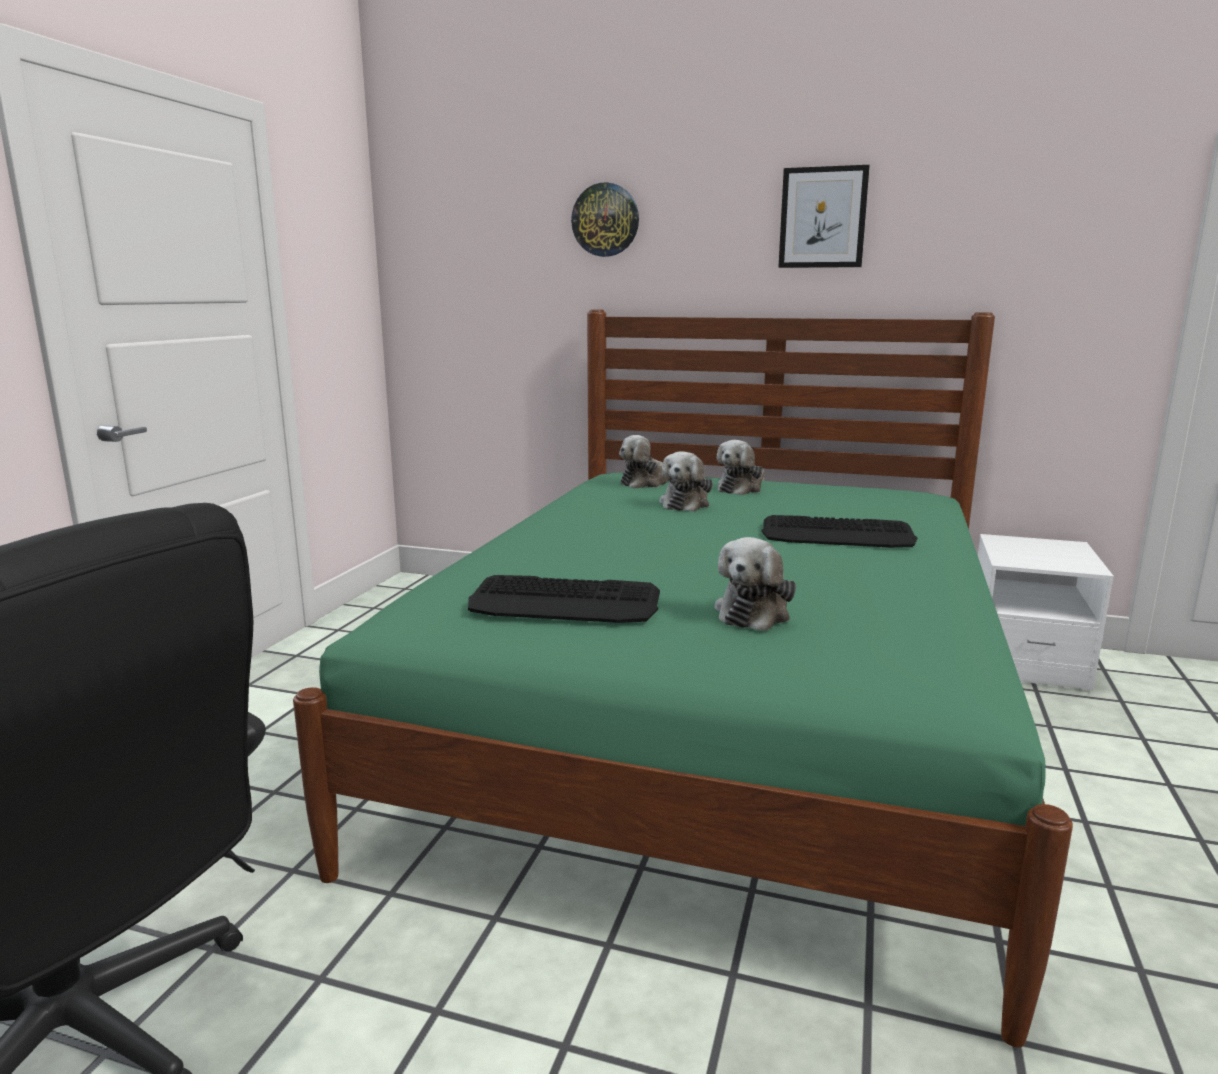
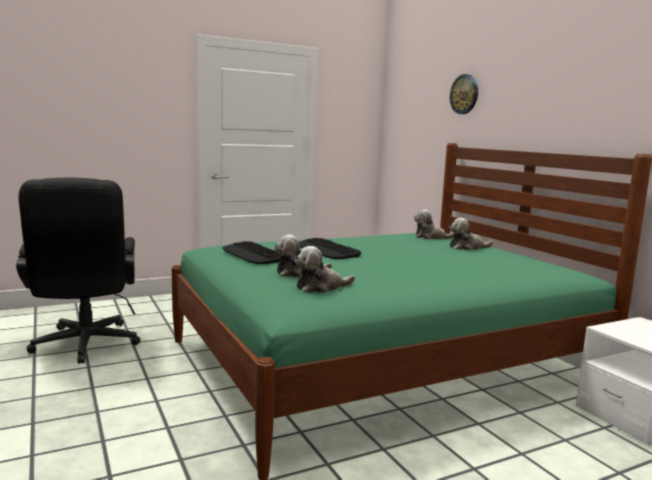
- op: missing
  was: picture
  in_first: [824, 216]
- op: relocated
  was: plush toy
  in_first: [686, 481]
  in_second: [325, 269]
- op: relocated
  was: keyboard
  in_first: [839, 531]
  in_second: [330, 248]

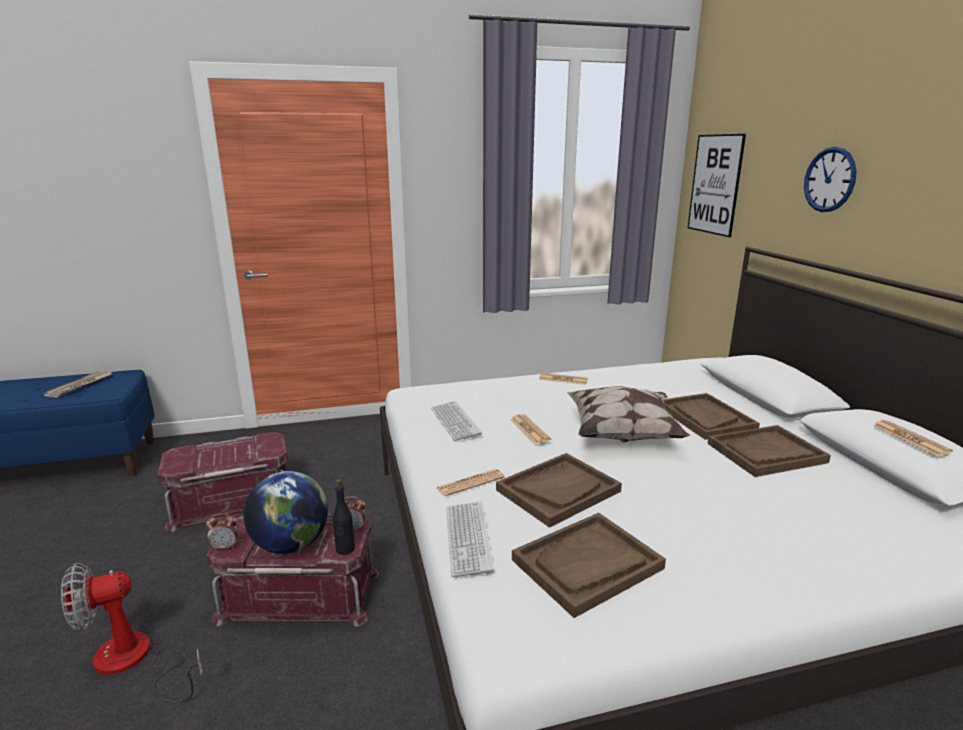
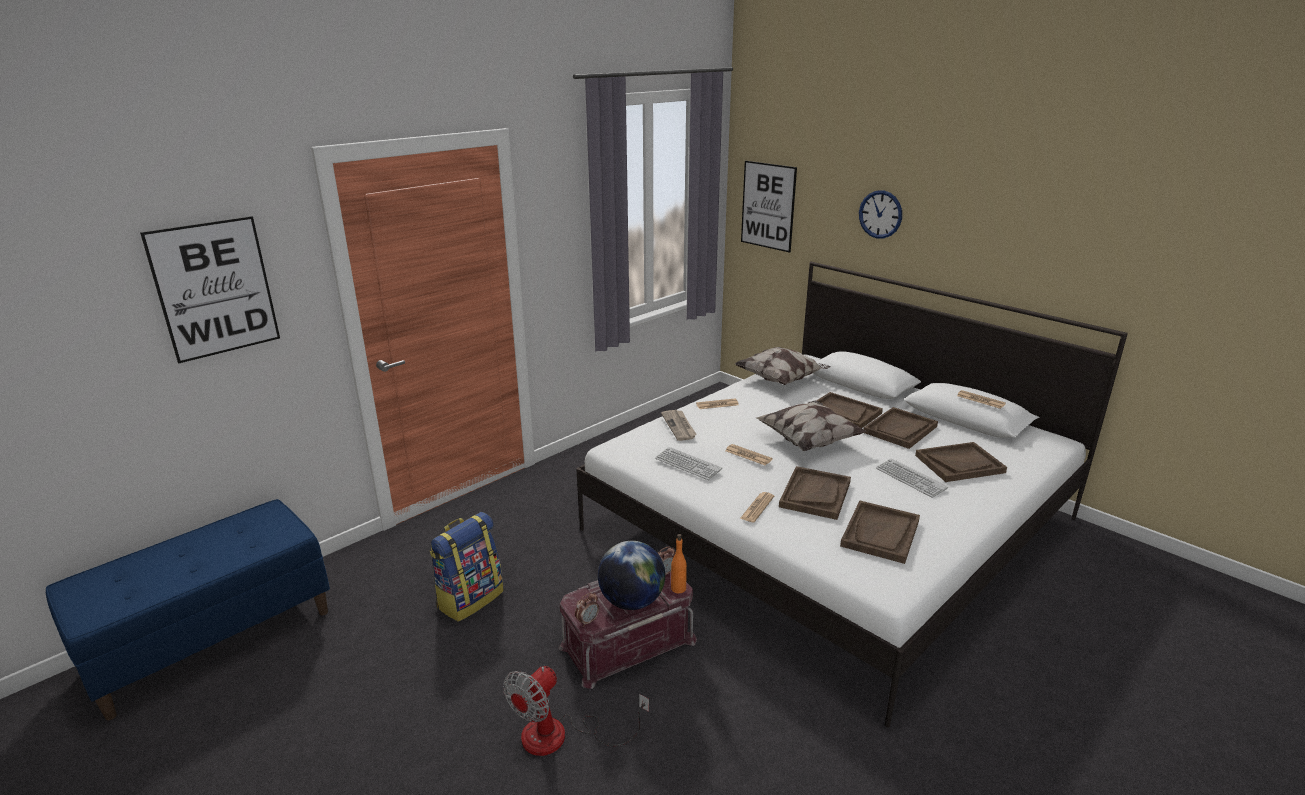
- op: relocated
  was: newspaper
  in_first: [78, 384]
  in_second: [679, 425]
- op: exchanged
  was: red storage box
  now: backpack
  in_first: [223, 482]
  in_second: [467, 567]
- op: colour
  was: black bottle
  now: orange bottle
  in_first: [344, 517]
  in_second: [679, 563]
- op: relocated
  was: keyboard
  in_first: [470, 539]
  in_second: [912, 478]
- op: appeared
  now: picture
  in_second: [210, 289]
- op: appeared
  now: pillow
  in_second: [782, 366]
- op: appeared
  now: brown tray
  in_second: [961, 462]

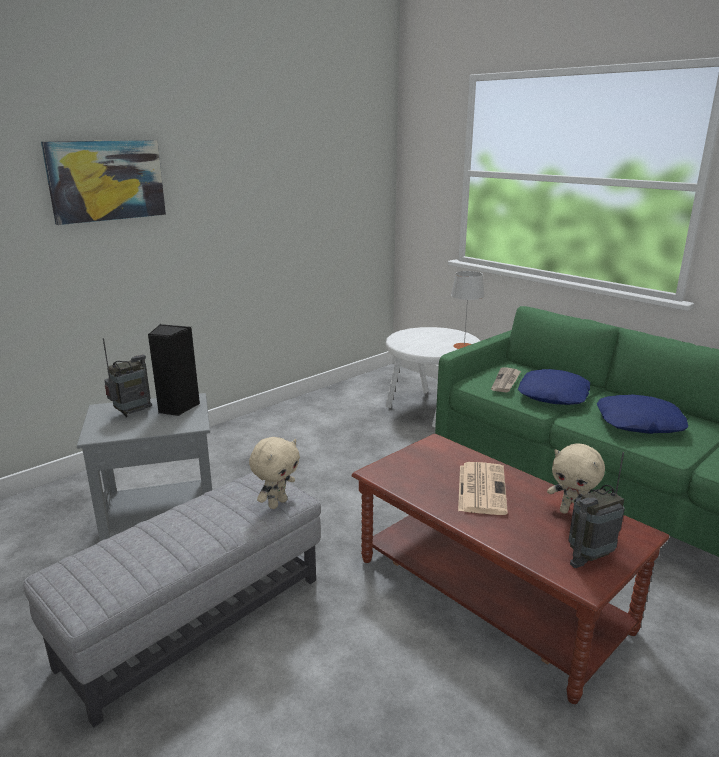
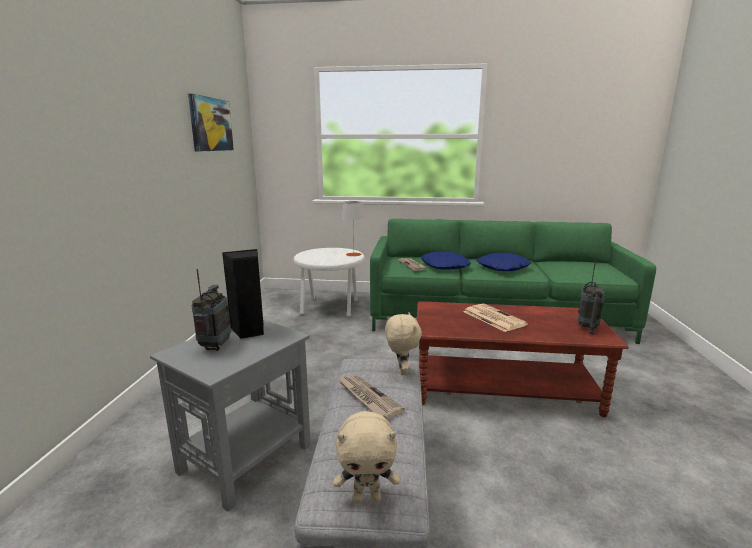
- op: relocated
  was: picture
  in_first: [103, 182]
  in_second: [211, 122]
- op: relocated
  was: beige plush toy
  in_first: [576, 478]
  in_second: [367, 457]
- op: appeared
  now: newspaper
  in_second: [371, 396]

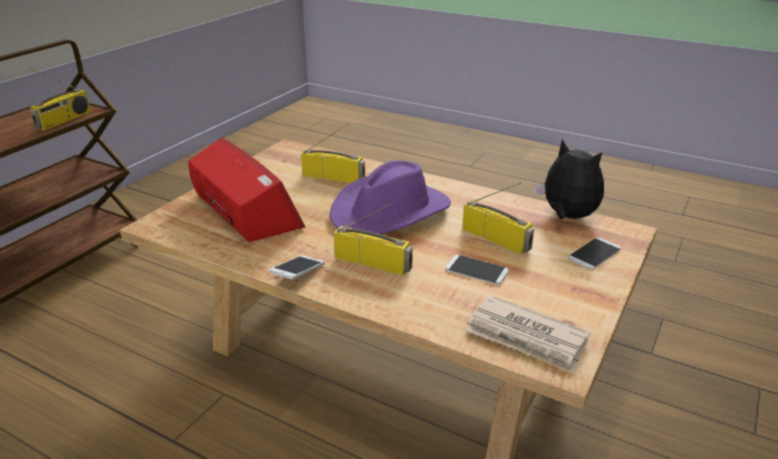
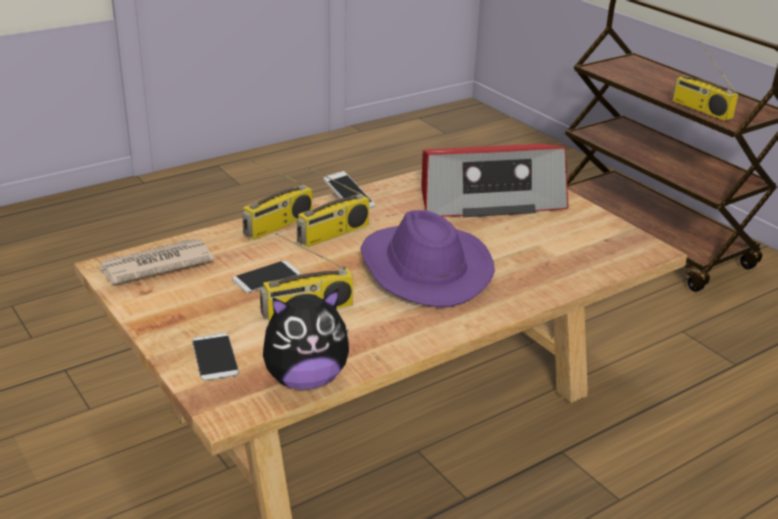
- op: relocated
  was: radio
  in_first: [333, 153]
  in_second: [277, 200]

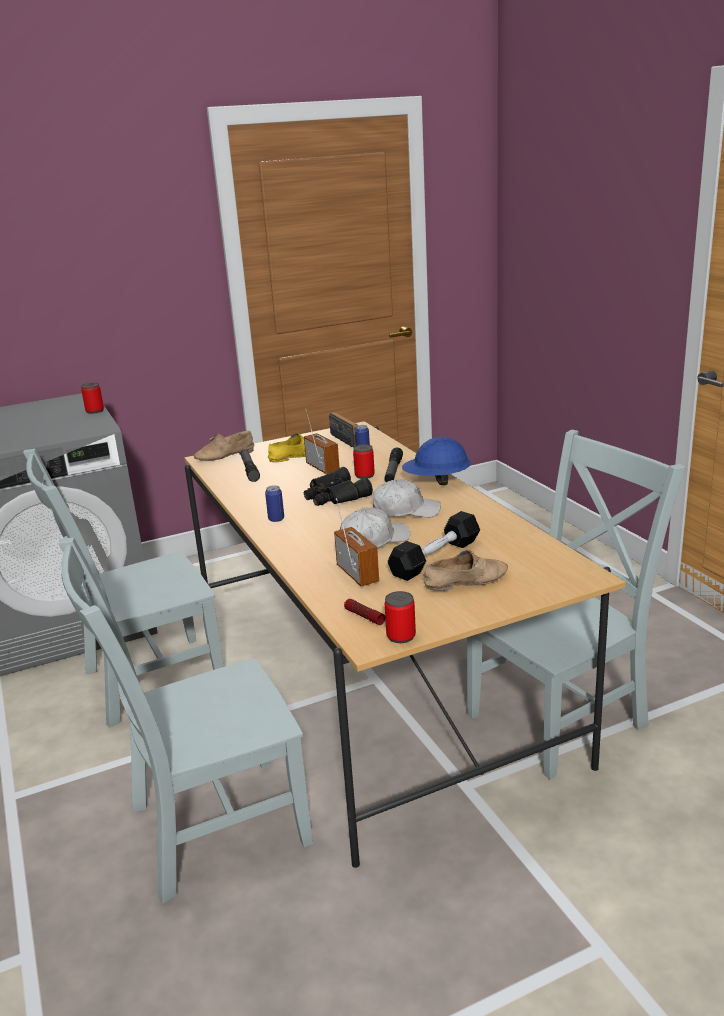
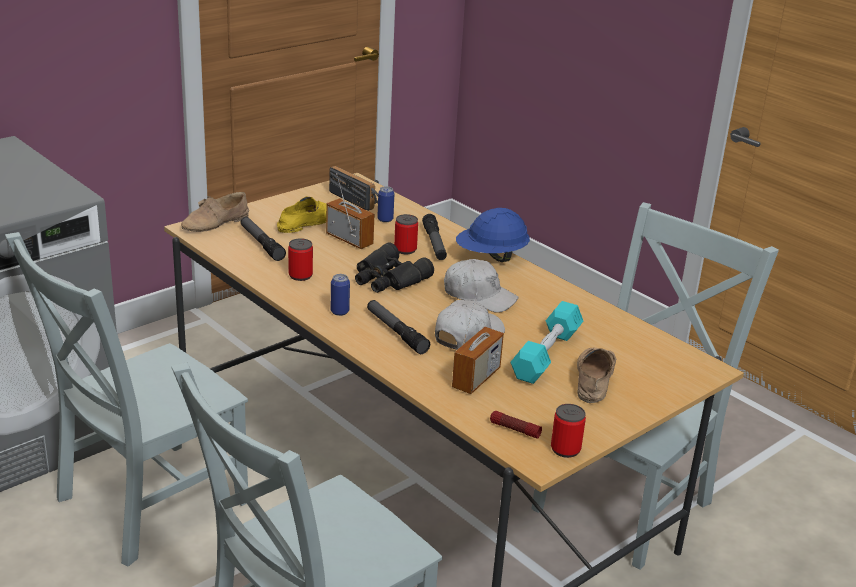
- op: relocated
  was: can
  in_first: [92, 398]
  in_second: [300, 259]
- op: spun
  was: white cap
  in_first: [406, 498]
  in_second: [481, 286]
  clockwise: 45
- op: spun
  was: radio
  in_first: [356, 542]
  in_second: [478, 343]
  clockwise: 75
- op: colour
  was: black dumbbell
  now: turquoise dumbbell
  in_first: [434, 546]
  in_second: [547, 342]
- op: spun
  was: beige shoe
  in_first: [466, 570]
  in_second: [596, 375]
  clockwise: -45
- op: appeared
  now: flashlight
  in_second: [398, 327]

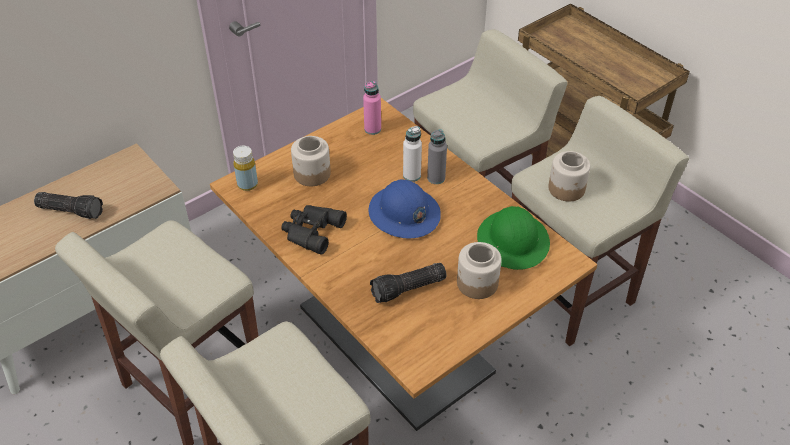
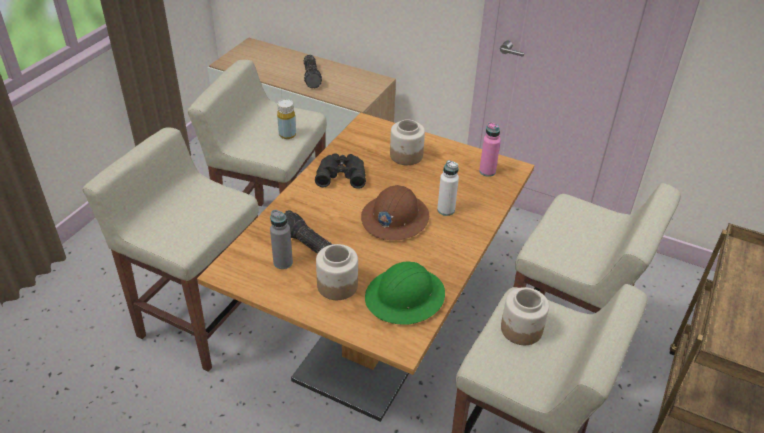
- op: relocated
  was: grey bottle
  in_first: [437, 156]
  in_second: [281, 239]
- op: relocated
  was: yellow bottle
  in_first: [245, 168]
  in_second: [286, 119]
- op: colour
  was: blue hard hat
  now: brown hard hat
  in_first: [405, 208]
  in_second: [395, 212]

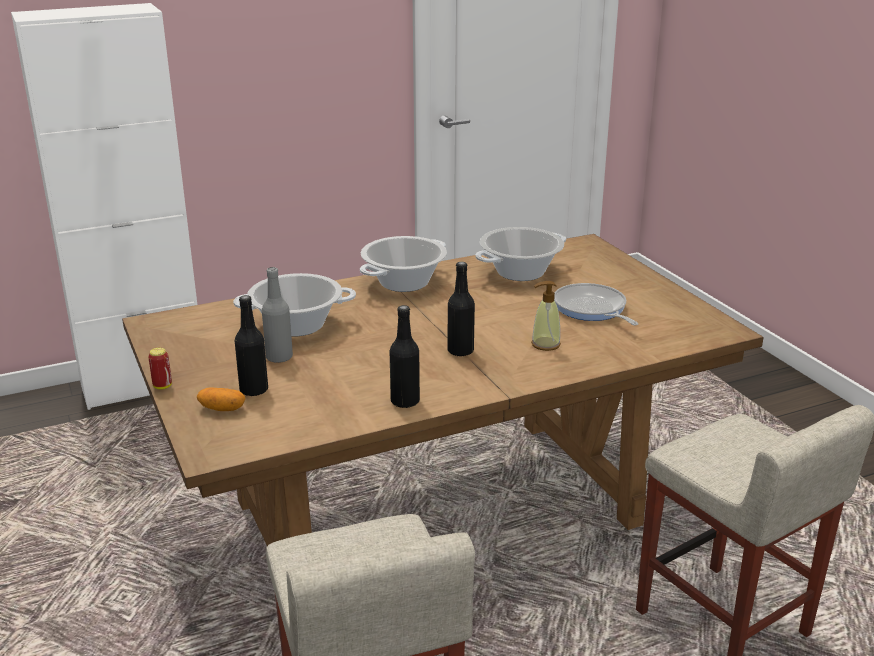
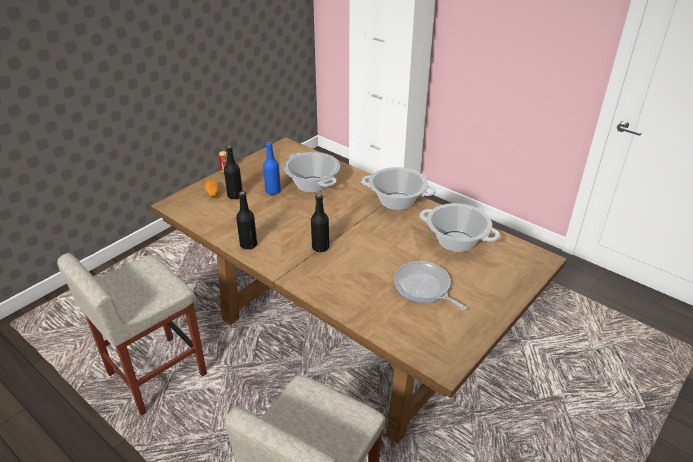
- op: colour
  was: grey bottle
  now: blue bottle
  in_first: [277, 315]
  in_second: [272, 168]
- op: missing
  was: soap dispenser
  in_first: [546, 316]
- op: spun
  was: frying pan
  in_first: [596, 304]
  in_second: [430, 285]
  clockwise: -75

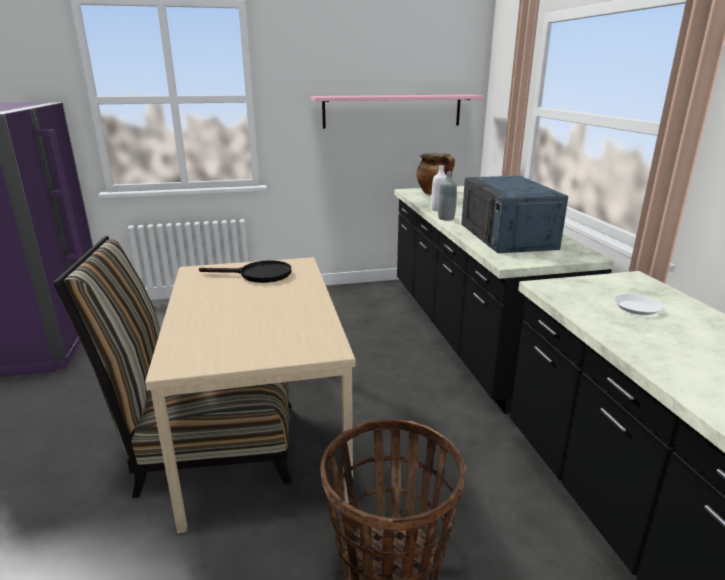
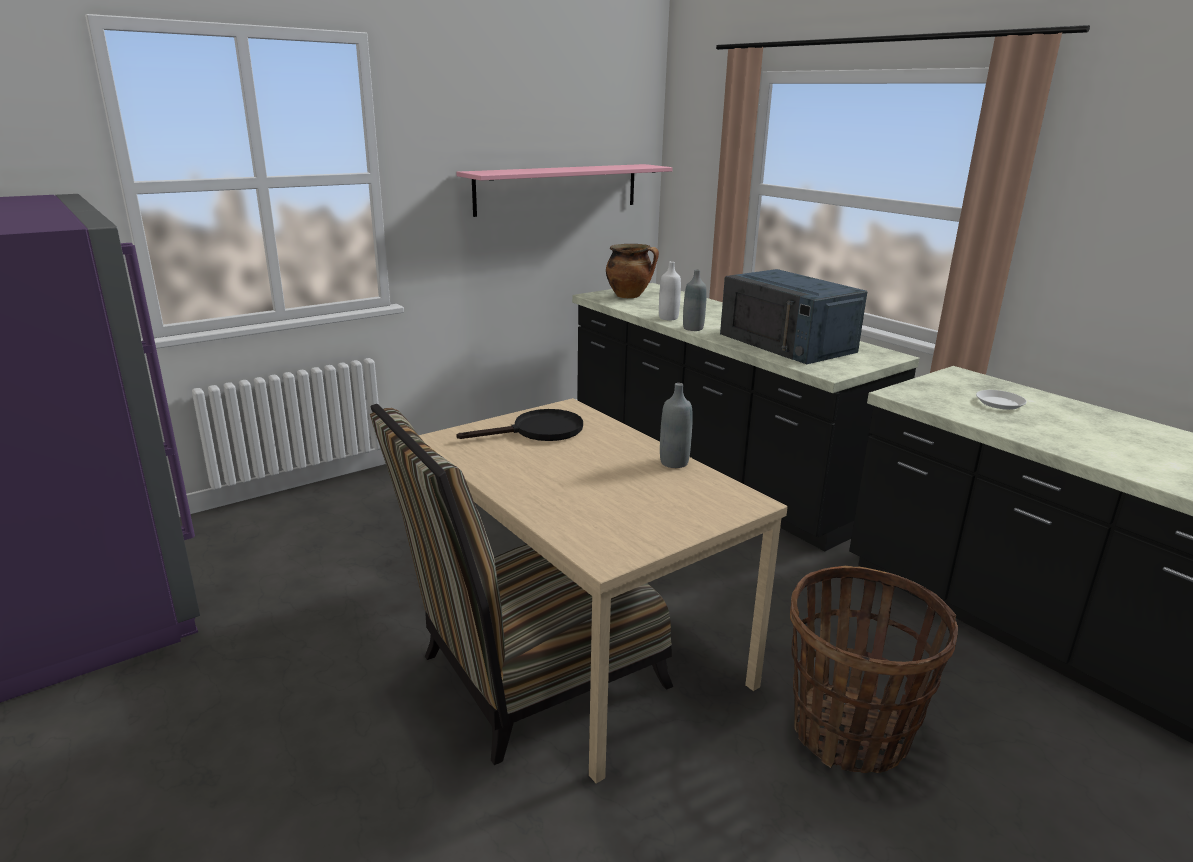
- op: appeared
  now: grey bottle
  in_second: [676, 425]

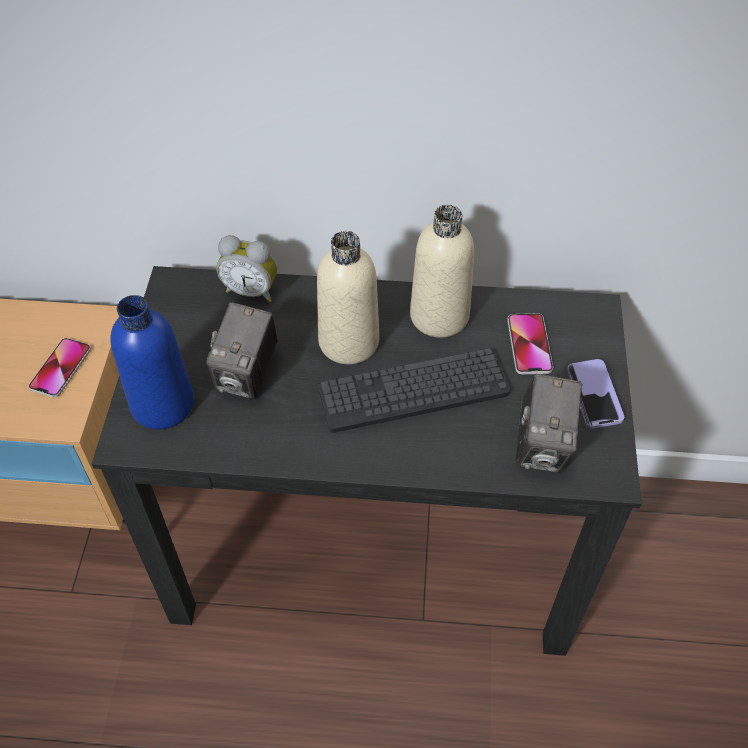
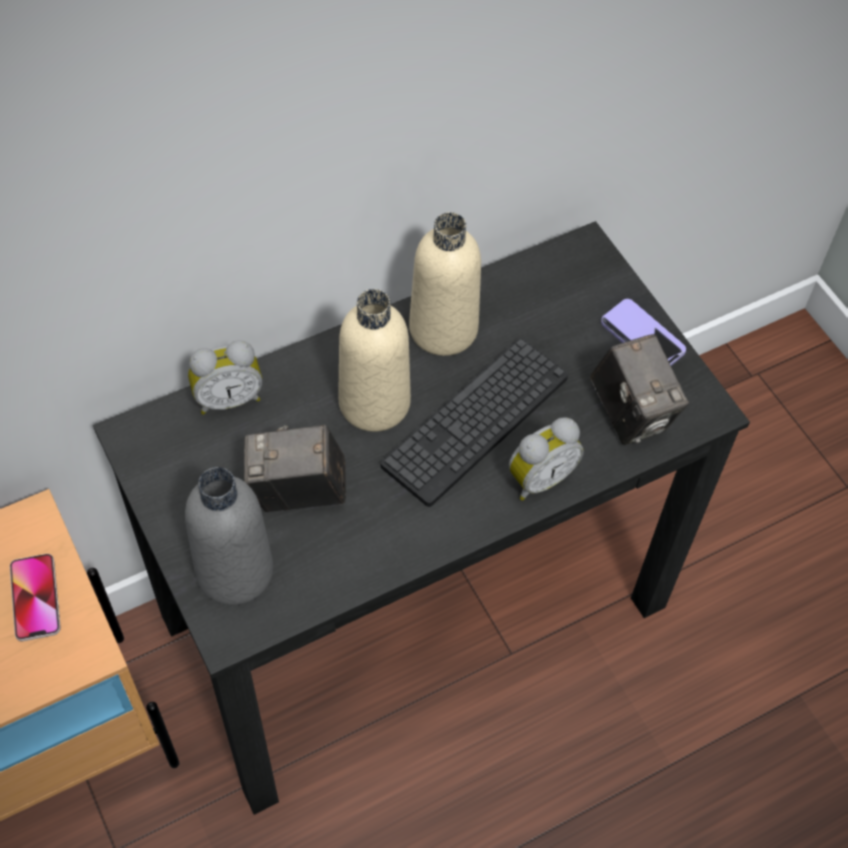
- op: colour
  was: blue bottle
  now: grey bottle
  in_first: [152, 362]
  in_second: [229, 536]
- op: spun
  was: photo camera
  in_first: [241, 350]
  in_second: [295, 468]
  clockwise: 105
- op: missing
  was: phone
  in_first: [530, 343]
- op: appeared
  now: alarm clock
  in_second: [546, 459]

